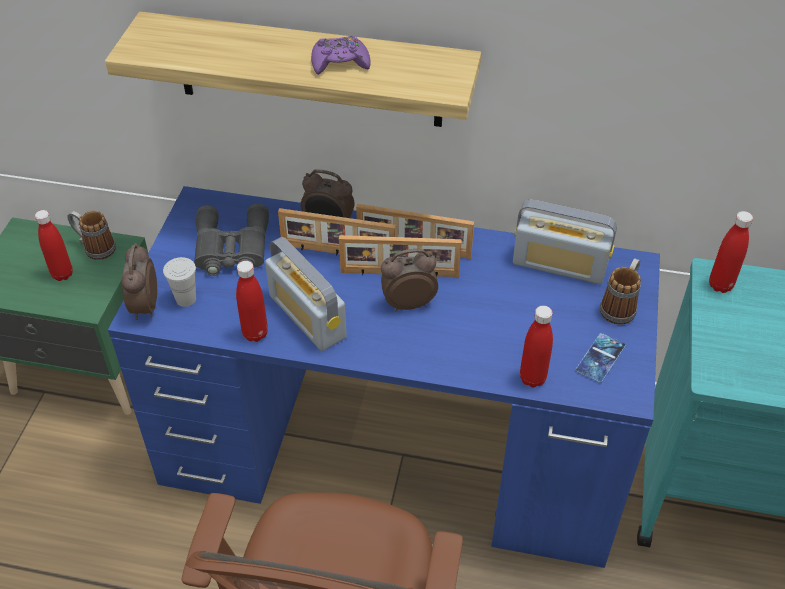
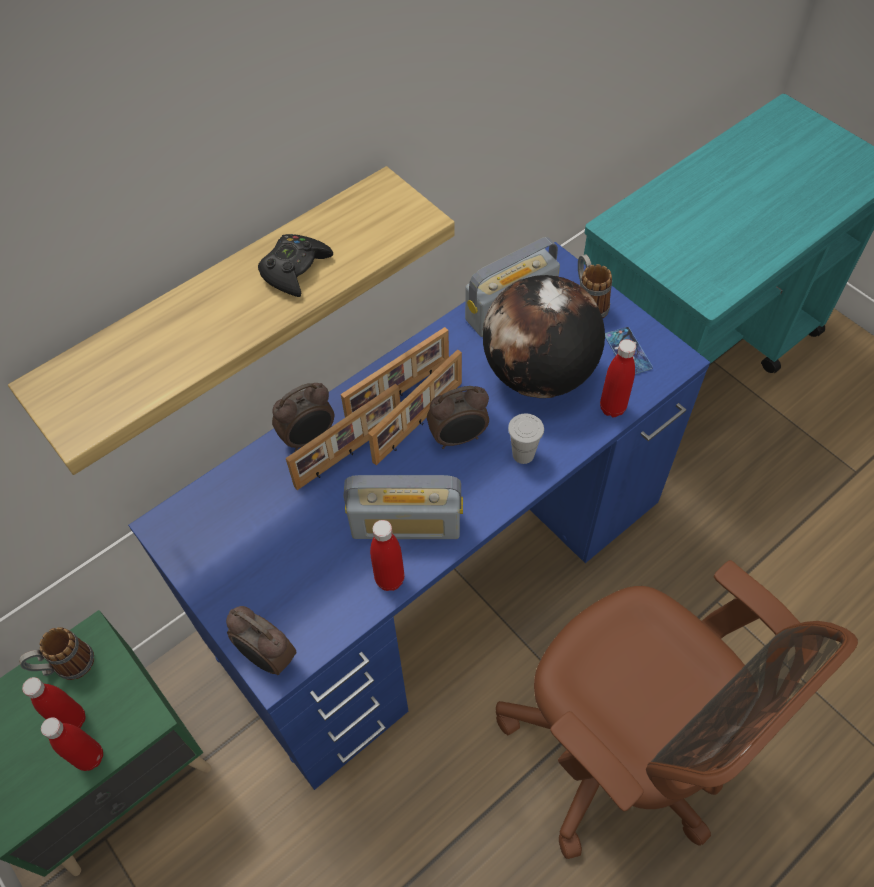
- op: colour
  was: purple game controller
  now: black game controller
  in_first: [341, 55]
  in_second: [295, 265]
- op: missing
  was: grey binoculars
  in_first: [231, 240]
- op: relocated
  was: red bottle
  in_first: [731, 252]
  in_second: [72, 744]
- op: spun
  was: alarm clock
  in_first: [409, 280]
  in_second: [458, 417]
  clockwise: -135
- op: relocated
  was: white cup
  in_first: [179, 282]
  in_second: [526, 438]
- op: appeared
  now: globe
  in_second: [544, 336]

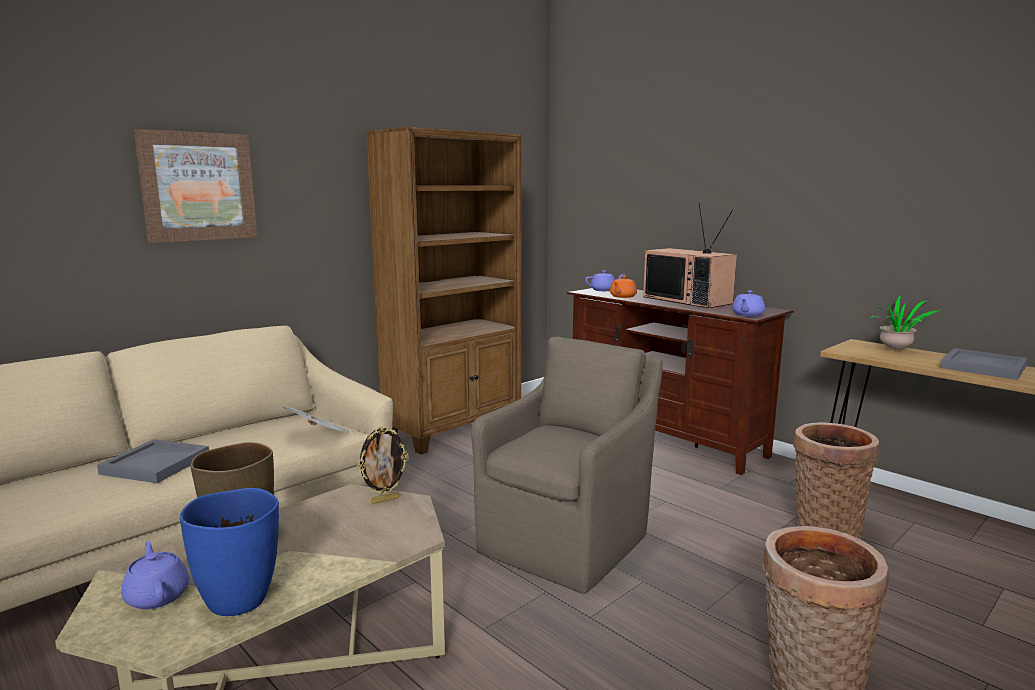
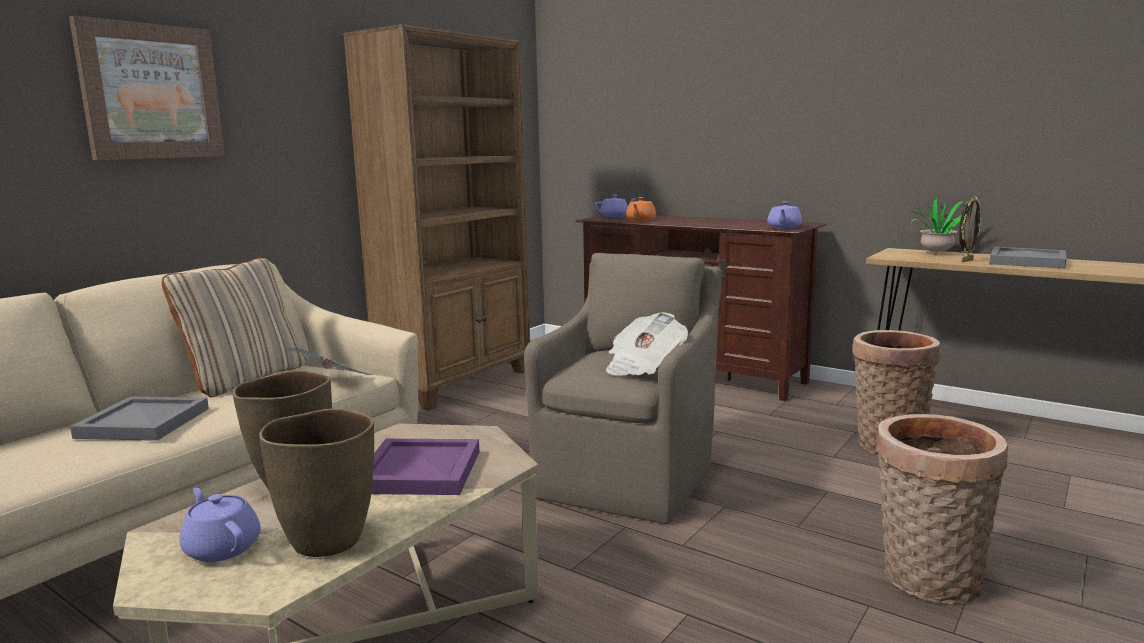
- op: missing
  was: television
  in_first: [690, 255]
- op: relocated
  was: picture frame
  in_first: [383, 465]
  in_second: [970, 229]
- op: colour
  was: blue vase
  now: brown vase
  in_first: [229, 552]
  in_second: [316, 483]
- op: appeared
  now: beige pillow
  in_second: [234, 327]
- op: appeared
  now: newspaper
  in_second: [647, 343]
- op: appeared
  now: purple tray
  in_second: [425, 467]

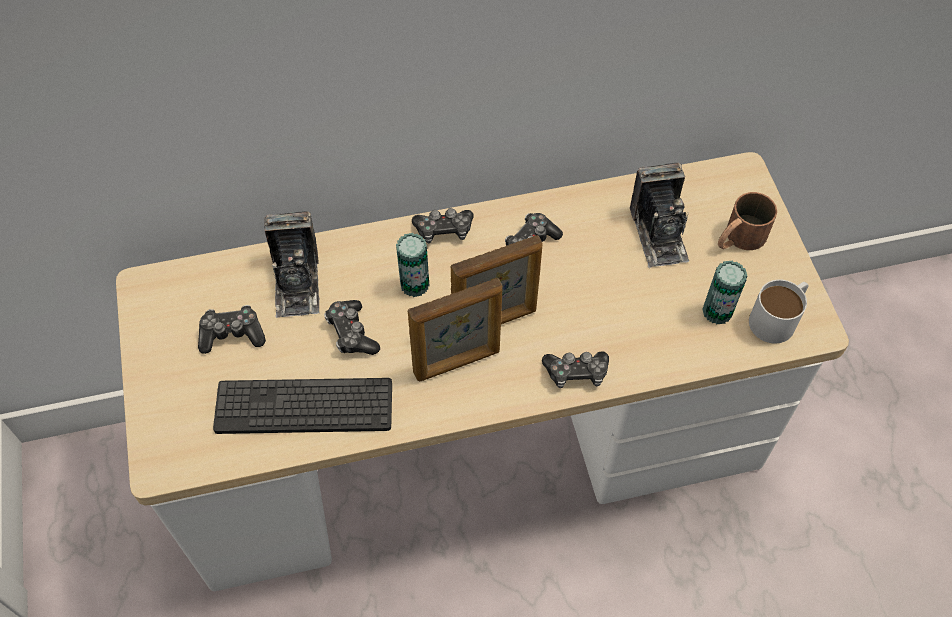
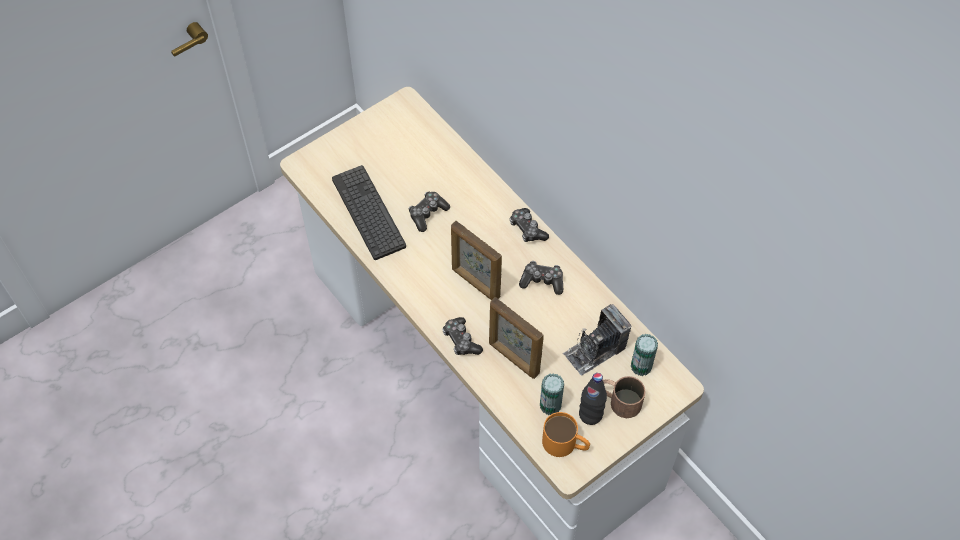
- op: missing
  was: photo camera
  in_first: [291, 264]
- op: relocated
  was: can
  in_first: [412, 265]
  in_second: [644, 355]
- op: relocated
  was: picture frame
  in_first: [455, 329]
  in_second: [516, 338]
- op: colour
  was: white mug
  now: orange mug
  in_first: [779, 311]
  in_second: [566, 434]
- op: missing
  was: game controller
  in_first: [232, 329]
- op: appeared
  now: black bottle
  in_second: [593, 399]

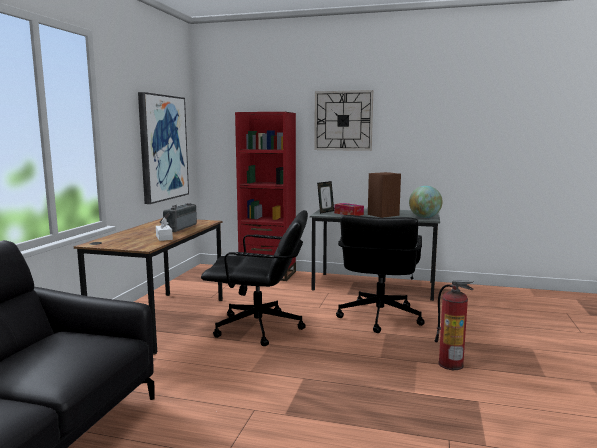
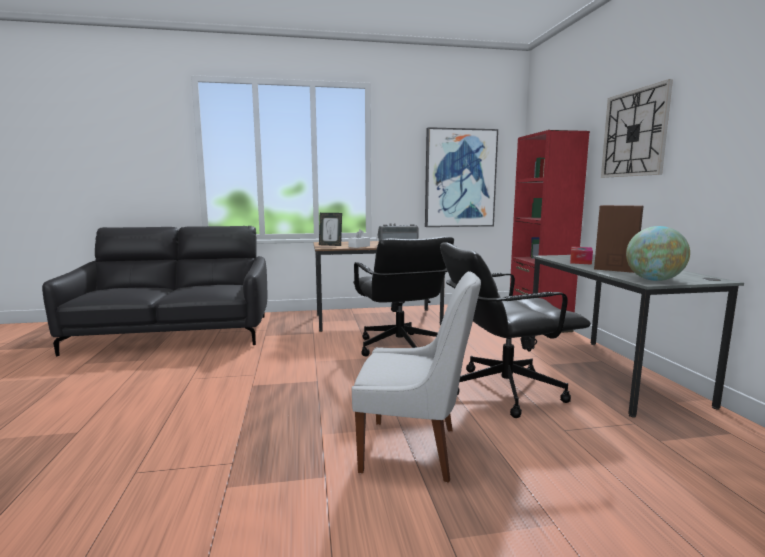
- op: relocated
  was: picture frame
  in_first: [325, 197]
  in_second: [330, 229]
- op: exchanged
  was: fire extinguisher
  now: white chair
  in_first: [454, 325]
  in_second: [416, 377]

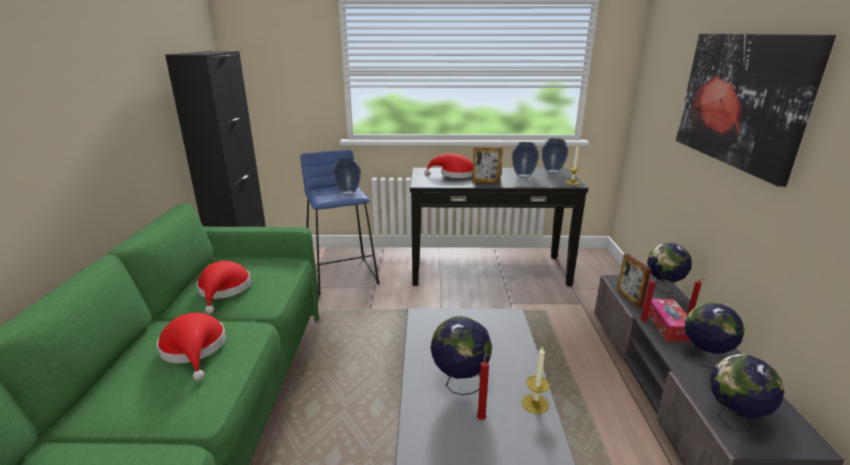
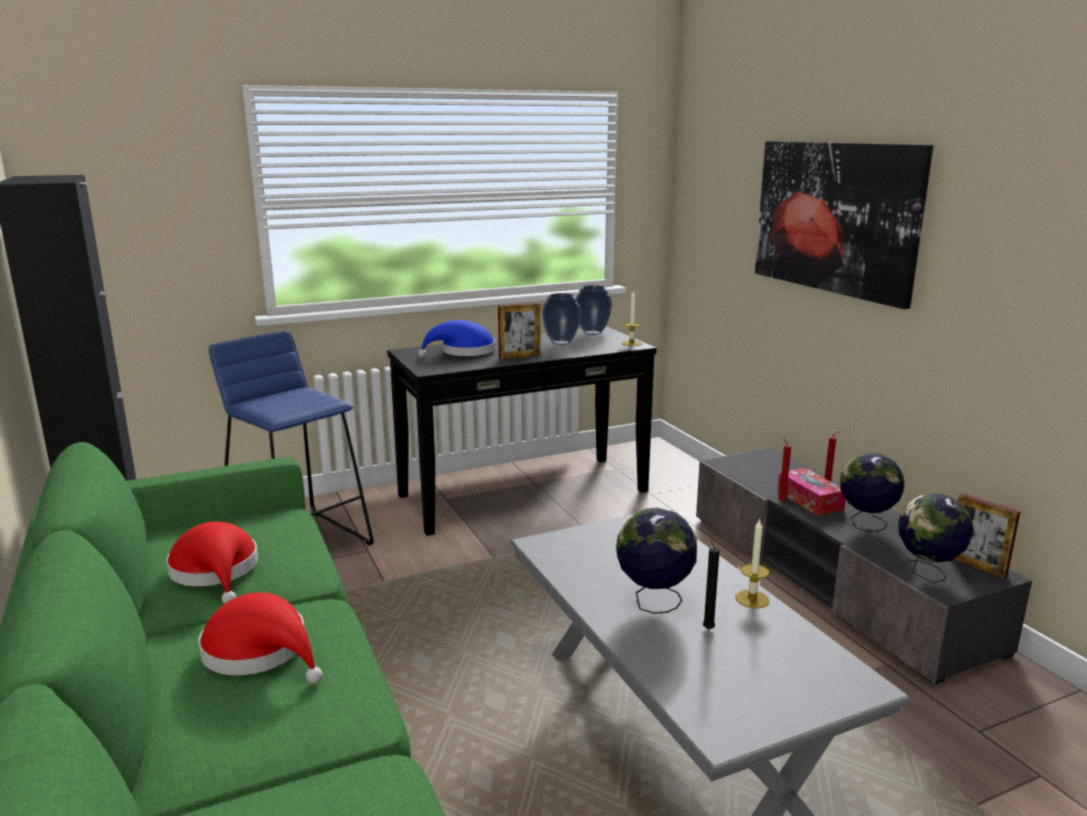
- op: colour
  was: red hat
  now: blue hat
  in_first: [448, 165]
  in_second: [456, 338]
- op: missing
  was: vase
  in_first: [347, 176]
- op: missing
  was: globe
  in_first: [669, 268]
- op: relocated
  was: picture frame
  in_first: [634, 281]
  in_second: [987, 536]
- op: colour
  was: red candle
  now: black candle
  in_first: [483, 386]
  in_second: [711, 583]

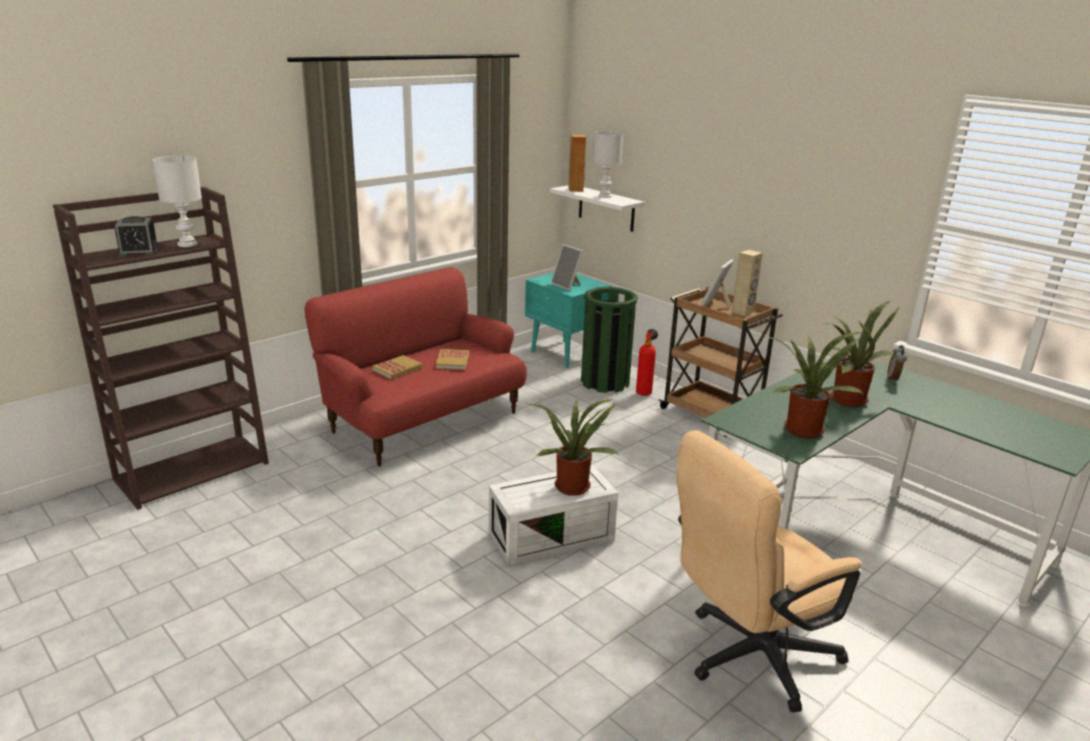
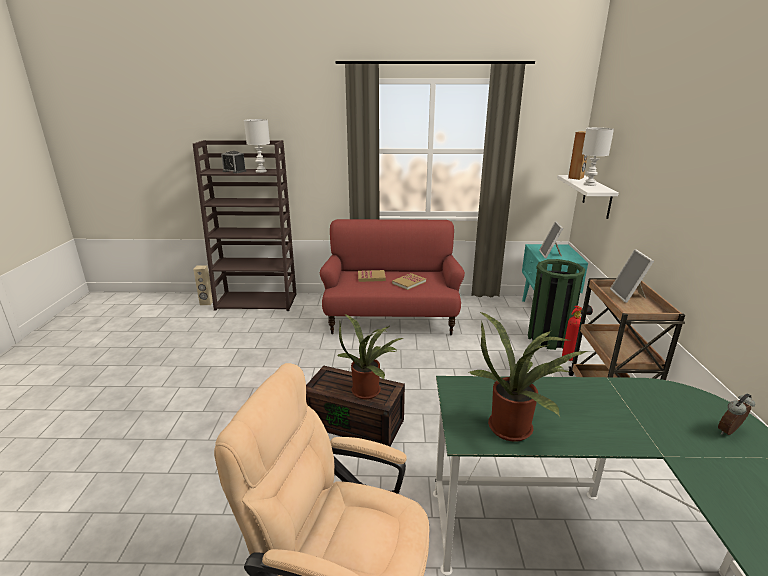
- op: relocated
  was: beige speaker
  in_first: [747, 283]
  in_second: [203, 285]
- op: spun
  was: picture frame
  in_first: [717, 284]
  in_second: [632, 276]
  clockwise: -75
- op: missing
  was: potted plant
  in_first: [861, 354]
- op: colour
  was: white storage box
  now: brown storage box
  in_first: [553, 515]
  in_second: [355, 406]

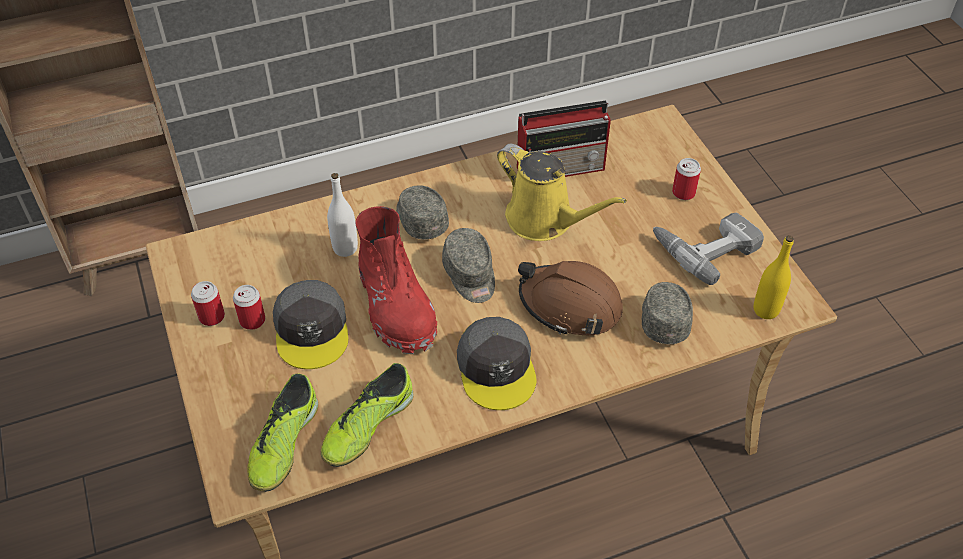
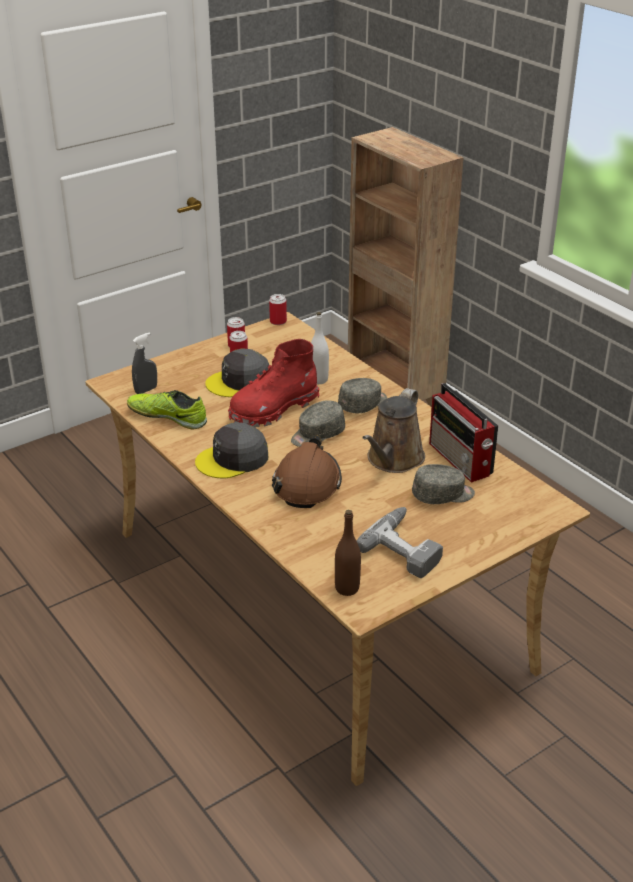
- op: colour
  was: yellow watering can
  now: brown watering can
  in_first: [562, 192]
  in_second: [393, 430]
- op: relocated
  was: can
  in_first: [686, 179]
  in_second: [278, 309]
- op: colour
  was: yellow bottle
  now: brown bottle
  in_first: [774, 277]
  in_second: [348, 553]
- op: relocated
  was: grey cap
  in_first: [667, 313]
  in_second: [443, 484]
- op: exchanged
  was: shoe
  now: grey spray bottle
  in_first: [282, 433]
  in_second: [144, 363]

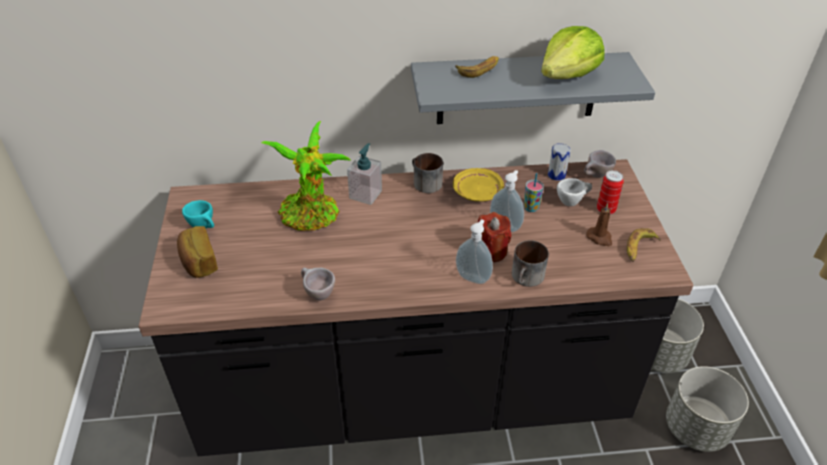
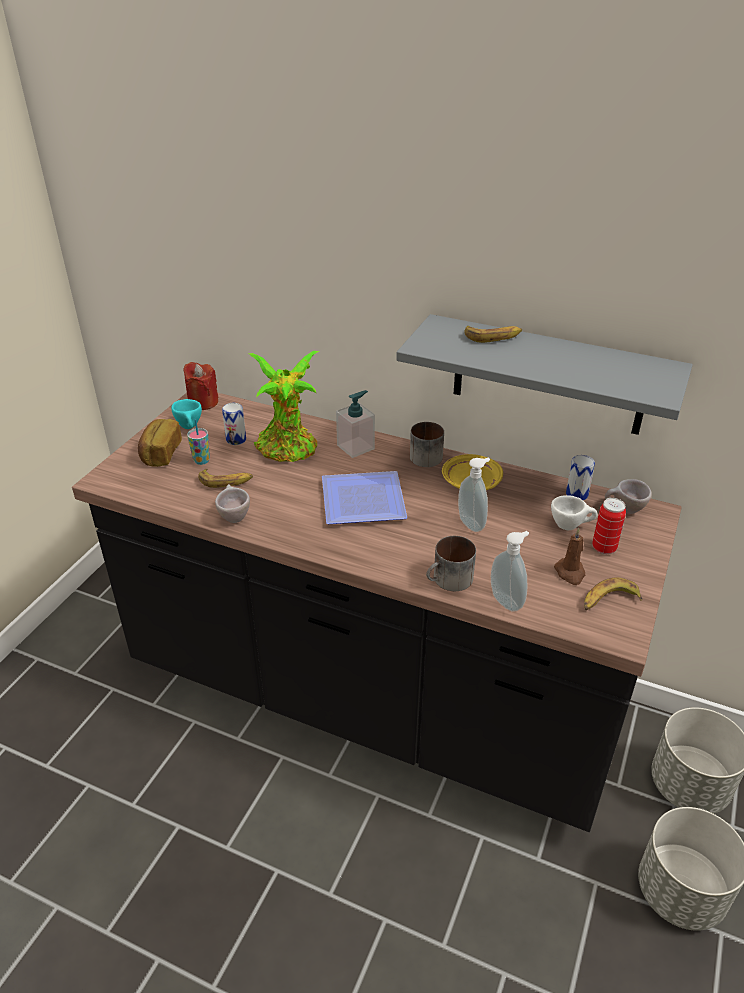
- op: missing
  was: lettuce
  in_first: [573, 52]
- op: relocated
  was: cup
  in_first: [534, 192]
  in_second: [198, 442]
- op: relocated
  was: red candle
  in_first: [494, 237]
  in_second: [201, 386]
- op: relocated
  was: soap dispenser
  in_first: [474, 251]
  in_second: [510, 571]
- op: appeared
  now: can
  in_second: [234, 424]
- op: appeared
  now: banana
  in_second: [225, 478]
- op: appeared
  now: plate
  in_second: [364, 497]

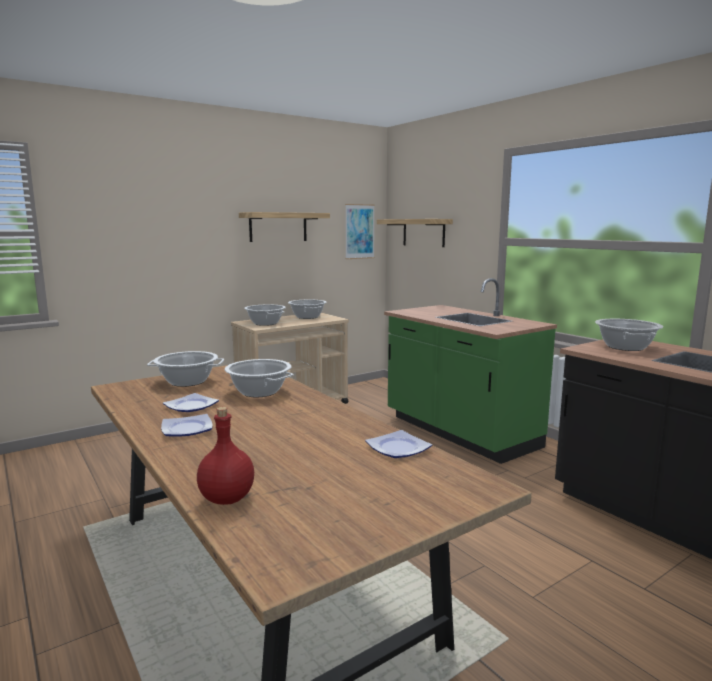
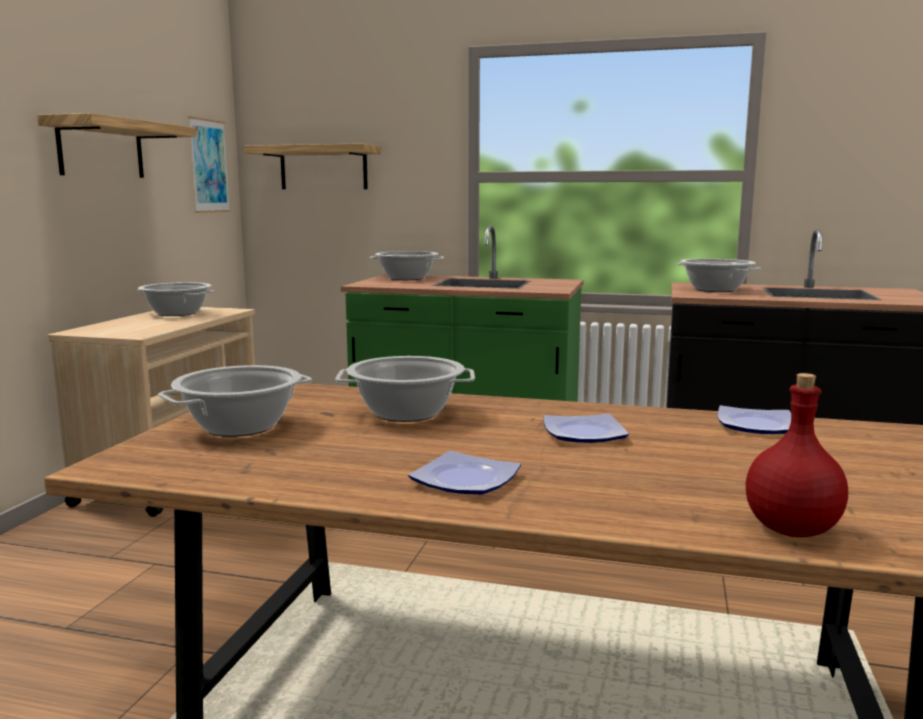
- op: relocated
  was: cooking pot
  in_first: [265, 315]
  in_second: [406, 265]
- op: relocated
  was: plate
  in_first: [191, 402]
  in_second: [586, 428]

